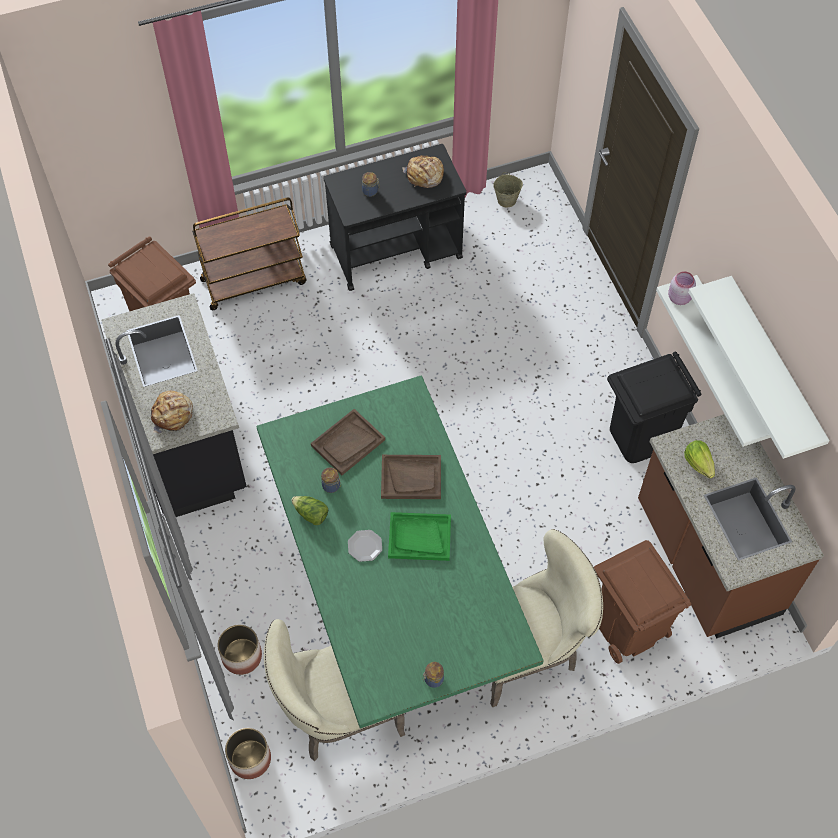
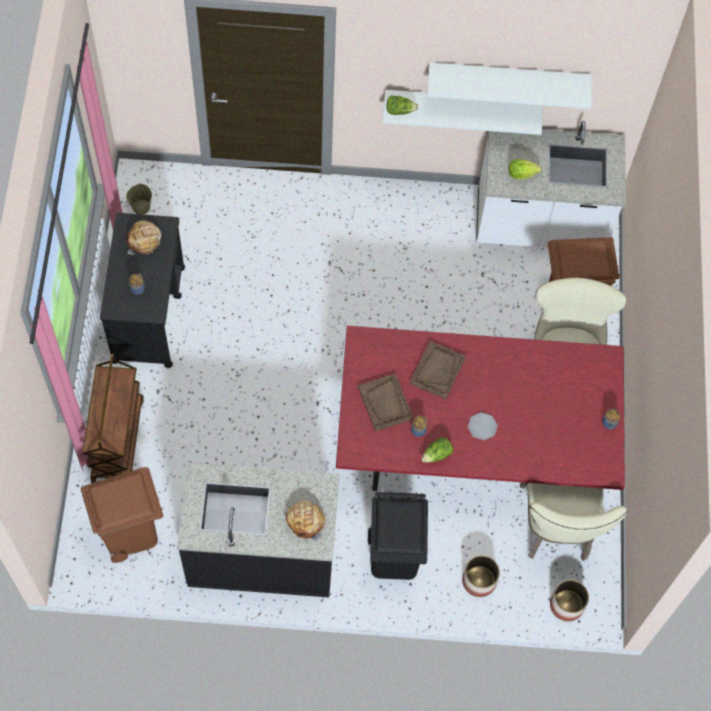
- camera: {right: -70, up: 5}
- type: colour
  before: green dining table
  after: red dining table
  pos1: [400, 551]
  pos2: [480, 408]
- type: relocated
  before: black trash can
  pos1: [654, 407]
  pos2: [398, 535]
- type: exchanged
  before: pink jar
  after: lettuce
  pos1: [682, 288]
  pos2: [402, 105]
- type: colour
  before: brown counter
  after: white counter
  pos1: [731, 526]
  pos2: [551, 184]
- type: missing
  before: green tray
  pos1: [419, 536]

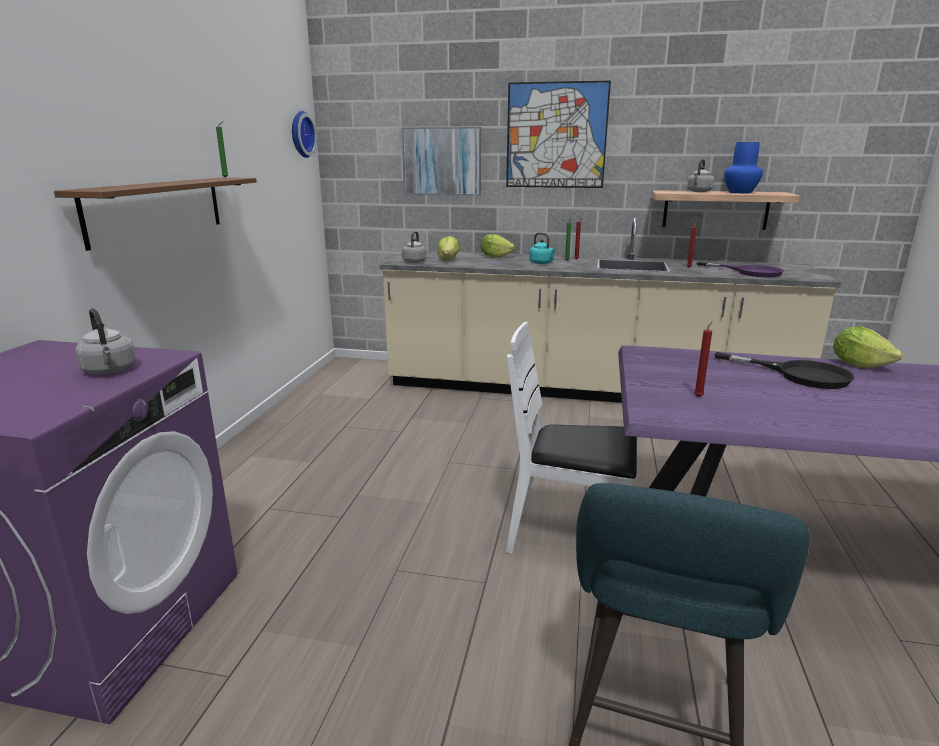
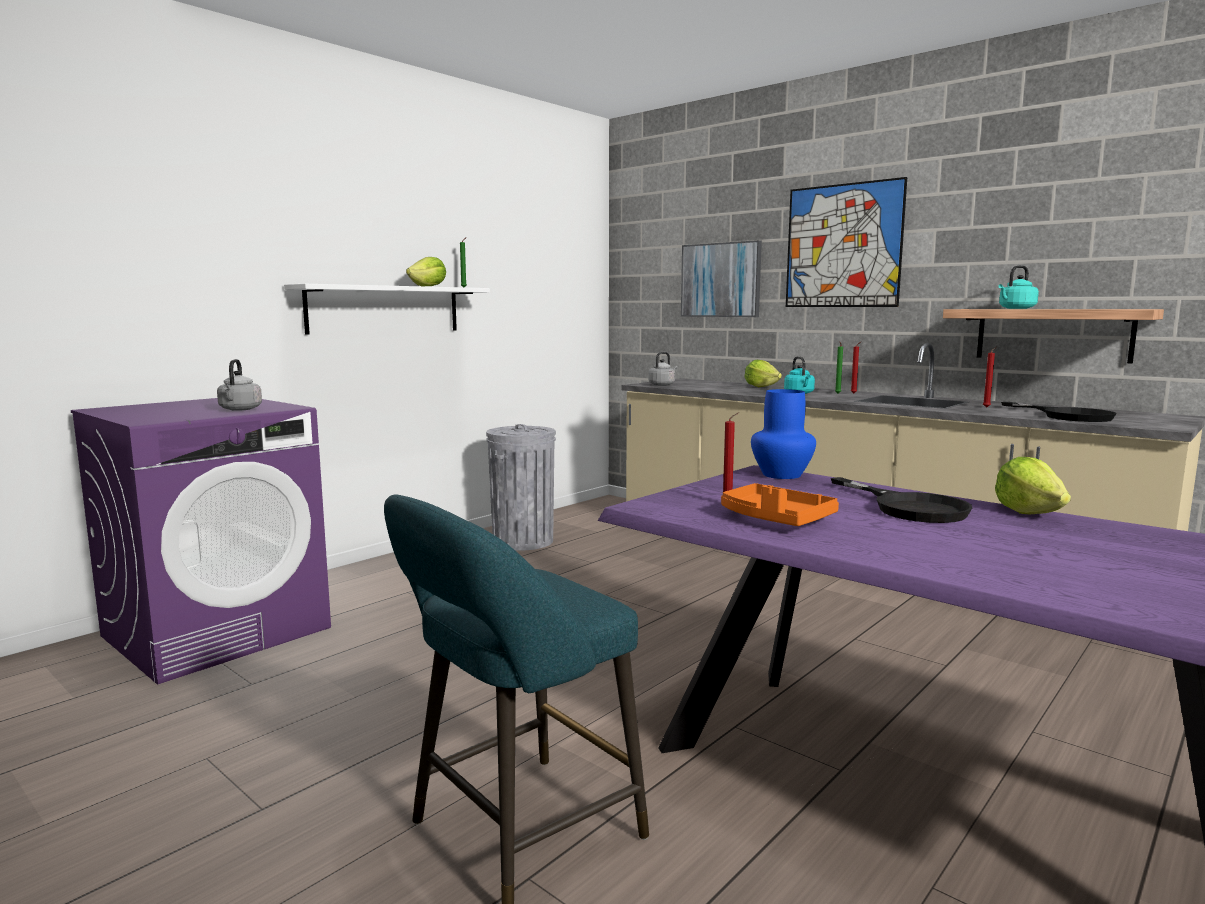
- camera: {right: 30, up: -10}
- type: colour
  before: brown shelf
  after: white shelf
  pos1: [155, 214]
  pos2: [387, 309]
- type: relocated
  before: lettuce
  pos1: [449, 248]
  pos2: [426, 272]
- type: appeared
  after: grey trash can
  pos2: [521, 487]
- type: appeared
  after: orange tray
  pos2: [780, 504]
- type: relocated
  before: blue vase
  pos1: [743, 167]
  pos2: [783, 434]
- type: colour
  before: grey kettle
  after: turquoise kettle
  pos1: [700, 175]
  pos2: [1018, 287]
- type: colour
  before: purple frying pan
  after: black frying pan
  pos1: [740, 269]
  pos2: [1059, 412]
- type: missing
  before: wall clock
  pos1: [304, 134]
- type: missing
  before: white chair
  pos1: [571, 438]

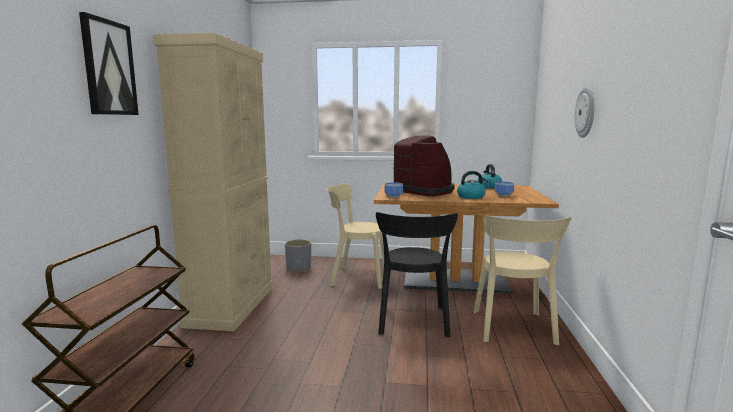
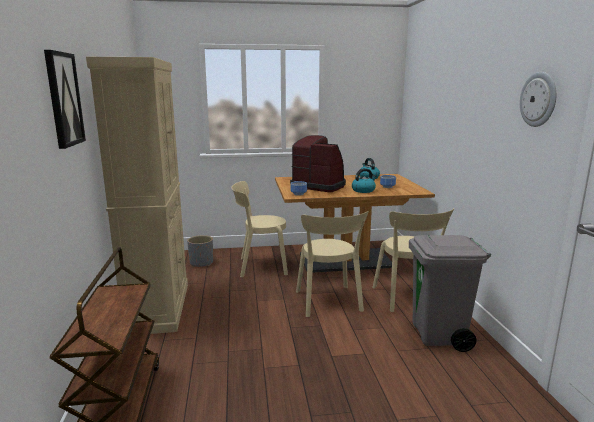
- camera: {right: -15, up: 5}
- type: colour
  before: black chair
  after: beige chair
  pos1: [417, 274]
  pos2: [332, 264]
- type: appeared
  after: grey trash can
  pos2: [450, 293]
- type: relocated
  before: wall clock
  pos1: [585, 112]
  pos2: [538, 99]

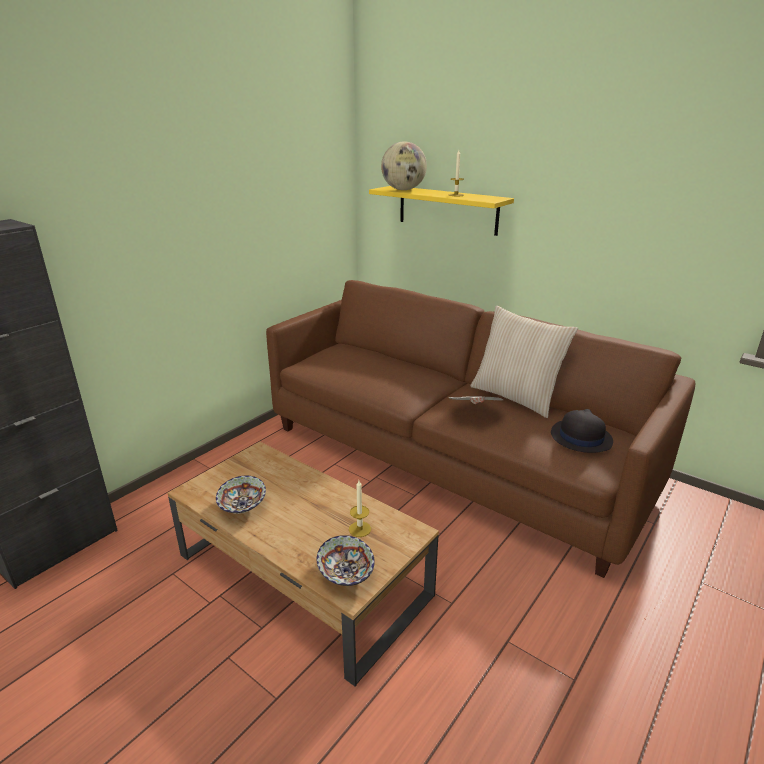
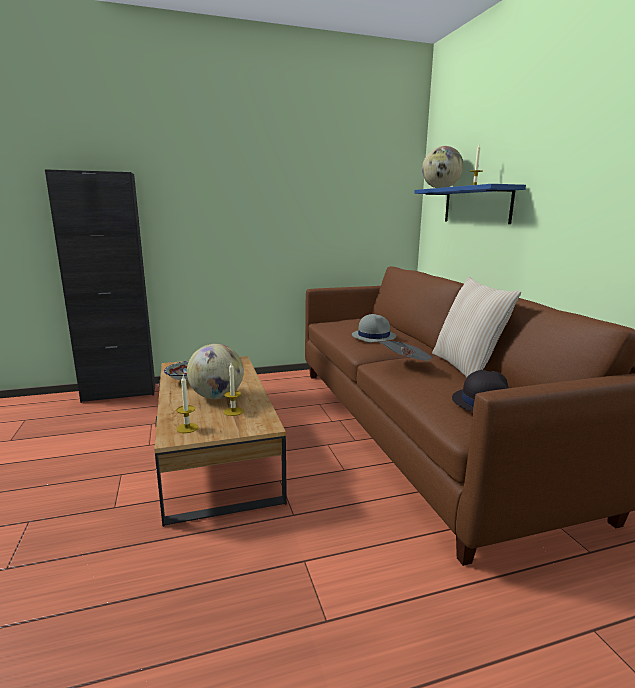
- camera: {right: 35, up: -10}
- type: exchanged
  before: bowl
  after: candle
  pos1: [346, 560]
  pos2: [187, 404]
- type: appeared
  after: globe
  pos2: [215, 371]
- type: appeared
  after: grey hat
  pos2: [374, 328]
- type: colour
  before: yellow shelf
  after: blue shelf
  pos1: [441, 211]
  pos2: [470, 204]

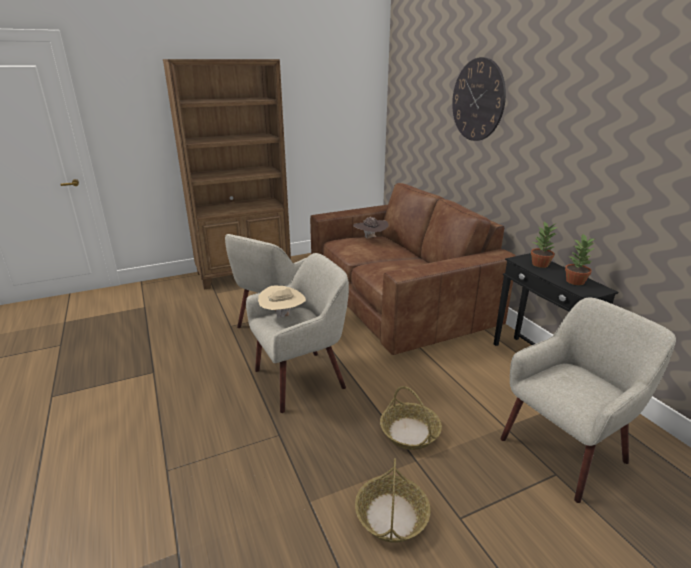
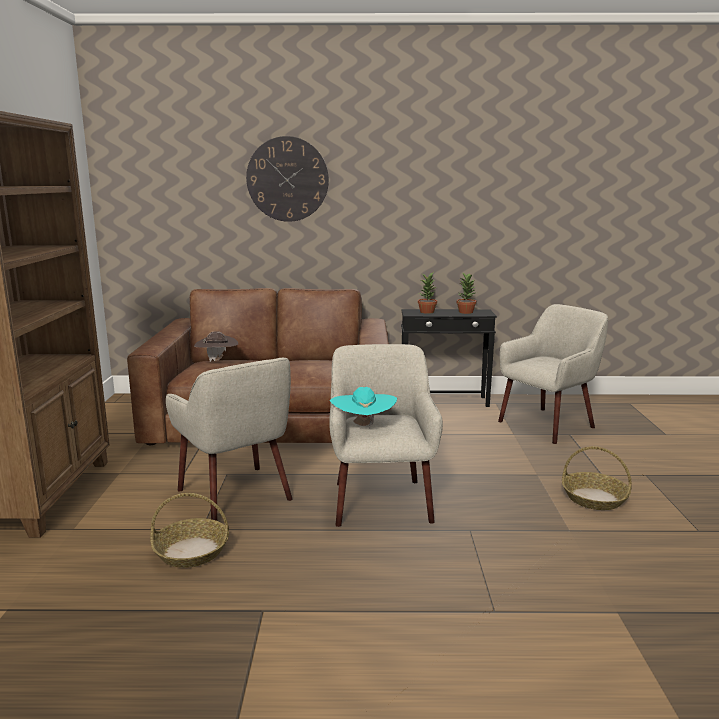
- camera: {right: -65, up: -10}
- type: relocated
  before: basket
  pos1: [411, 418]
  pos2: [189, 530]
- type: colour
  before: beige hat
  after: turquoise hat
  pos1: [282, 302]
  pos2: [363, 408]
- type: spun
  before: beige armchair
  pos1: [588, 400]
  pos2: [553, 374]
  turn: 60

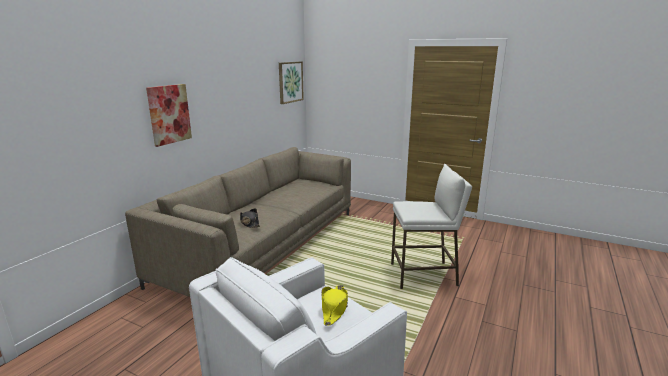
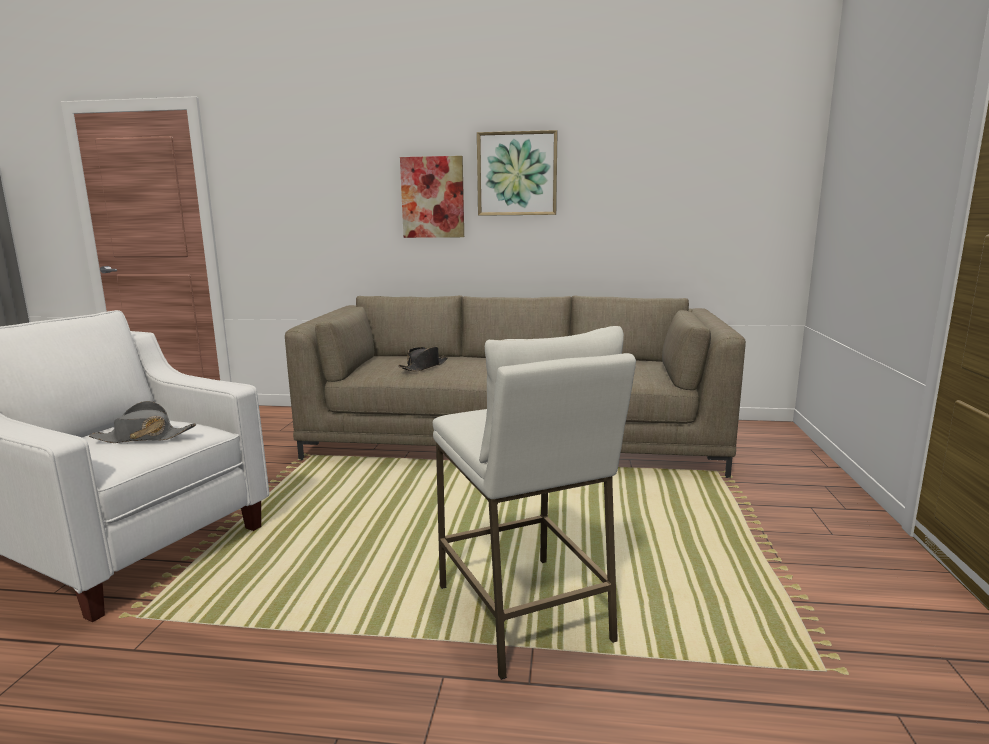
- camera: {right: 70, up: -5}
- type: colour
  before: yellow hat
  after: grey hat
  pos1: [334, 305]
  pos2: [142, 422]
- type: relocated
  before: picture
  pos1: [291, 82]
  pos2: [517, 173]

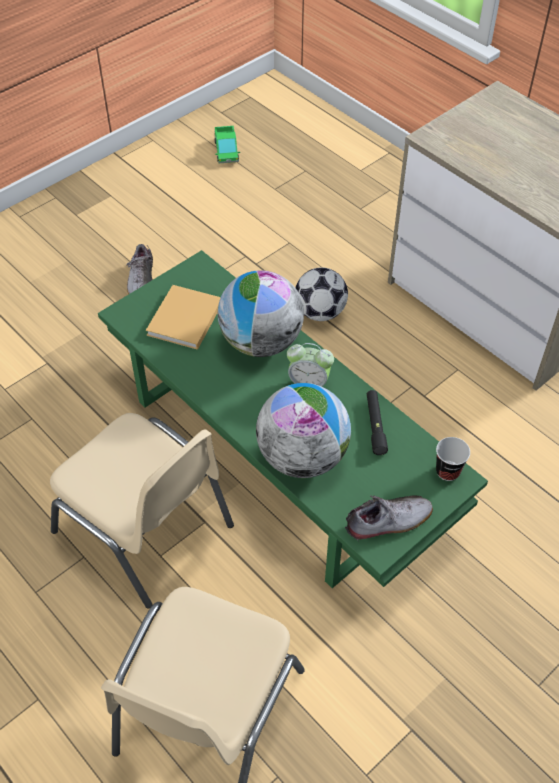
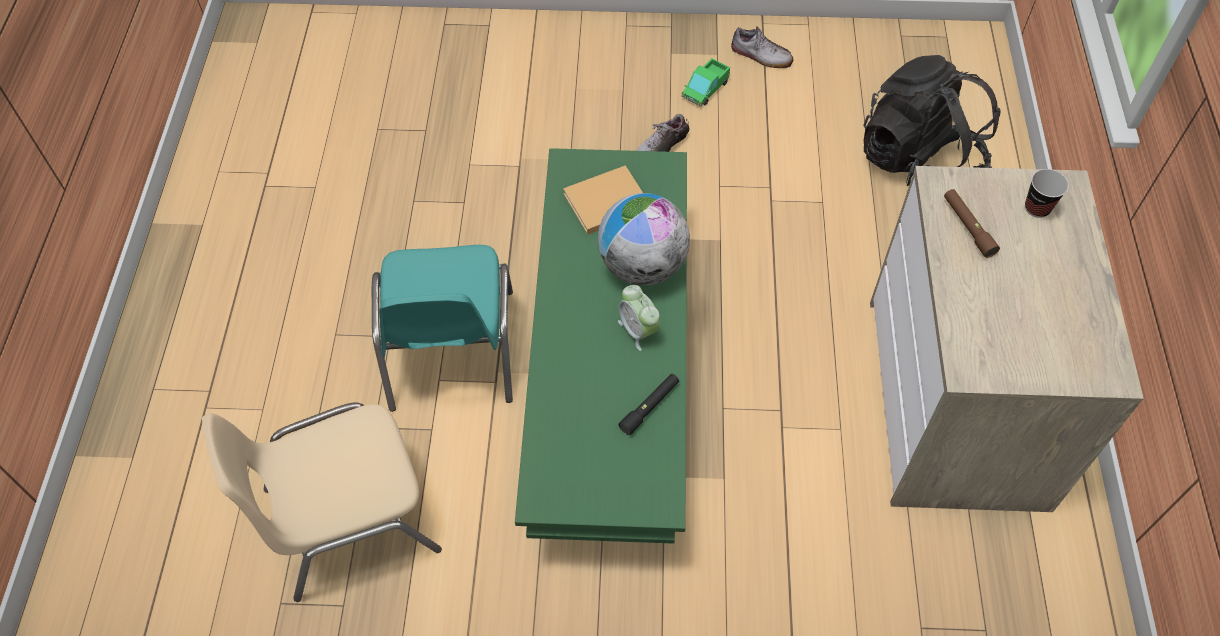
- camera: {right: 45, up: 5}
- type: colour
  before: beige chair
  after: turquoise chair
  pos1: [142, 511]
  pos2: [442, 328]
- type: relocated
  before: toy truck
  pos1: [227, 144]
  pos2: [705, 82]
- type: relocated
  before: shoe
  pos1: [389, 516]
  pos2: [762, 47]
- type: appeared
  after: black backpack
  pos2: [932, 120]
- type: appeared
  after: brown flashlight
  pos2: [972, 223]
- type: relocated
  before: cup
  pos1: [453, 459]
  pos2: [1047, 193]
- type: missing
  before: globe
  pos1: [303, 430]
- type: missing
  before: football
  pos1: [321, 294]

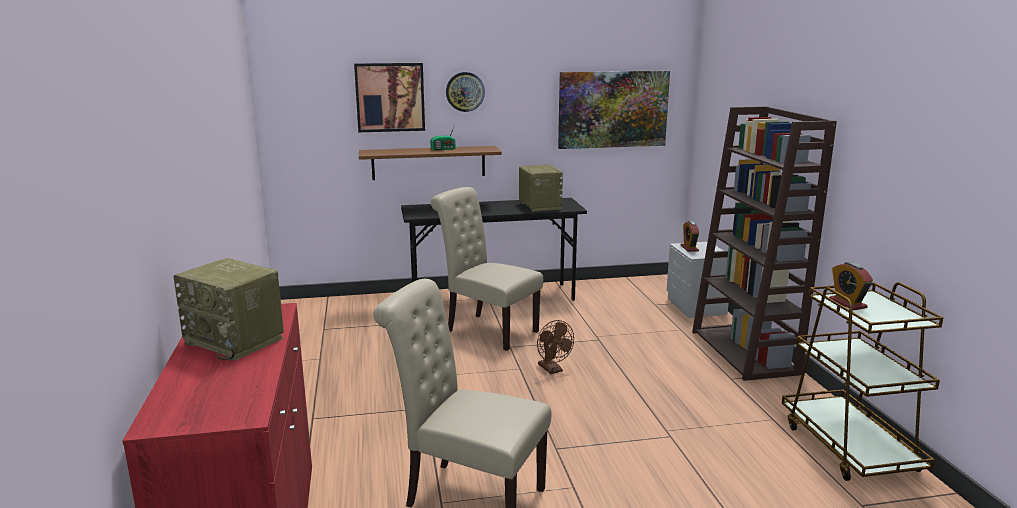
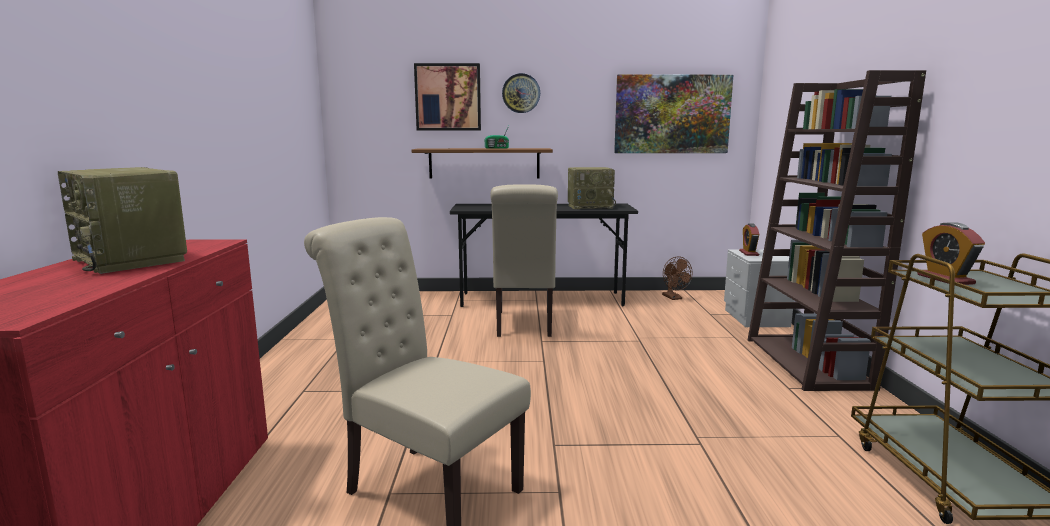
- camera: {right: 10, up: -5}
- type: spun
  before: beige chair
  pos1: [487, 269]
  pos2: [524, 260]
  turn: -135
- type: spun
  before: radio
  pos1: [541, 188]
  pos2: [592, 188]
  turn: 90
- type: relocated
  before: brown fan
  pos1: [555, 347]
  pos2: [677, 278]

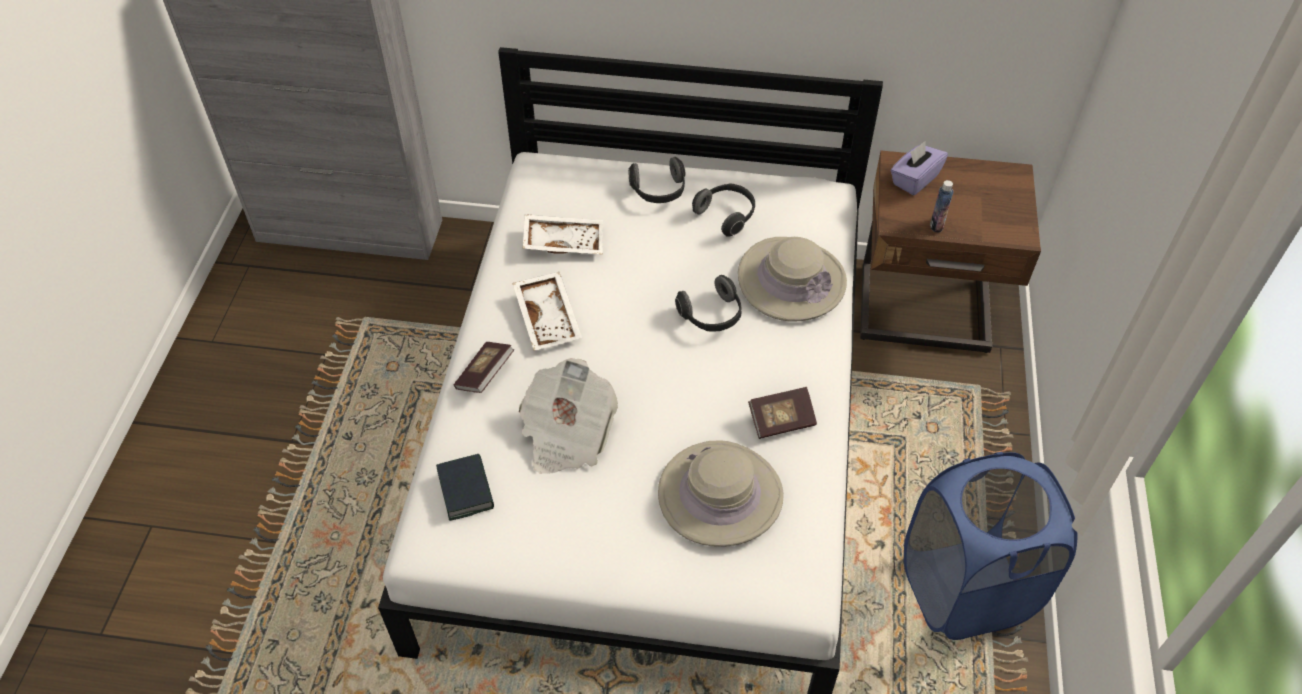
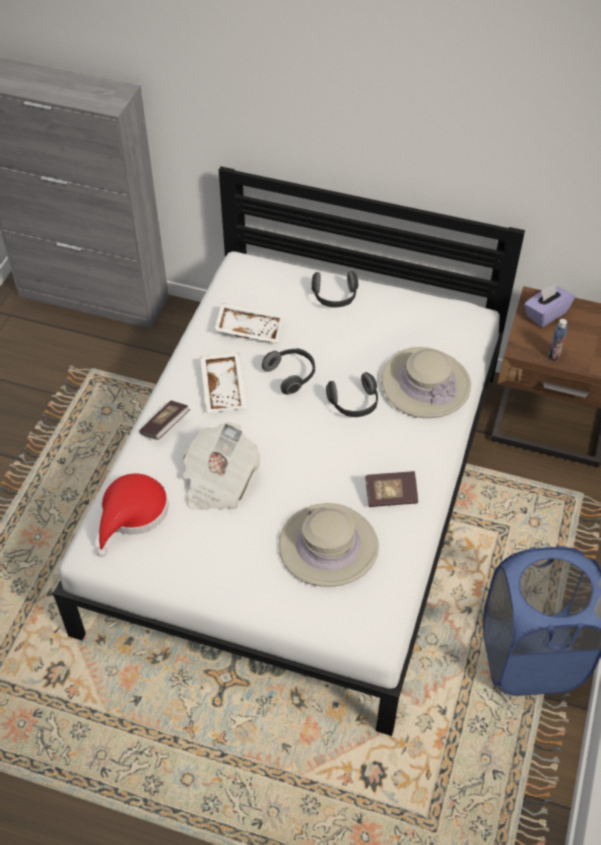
- camera: {right: 10, up: 0}
- type: exchanged
  before: book
  after: red hat
  pos1: [465, 487]
  pos2: [133, 515]
- type: relocated
  before: headphones
  pos1: [723, 210]
  pos2: [288, 371]

